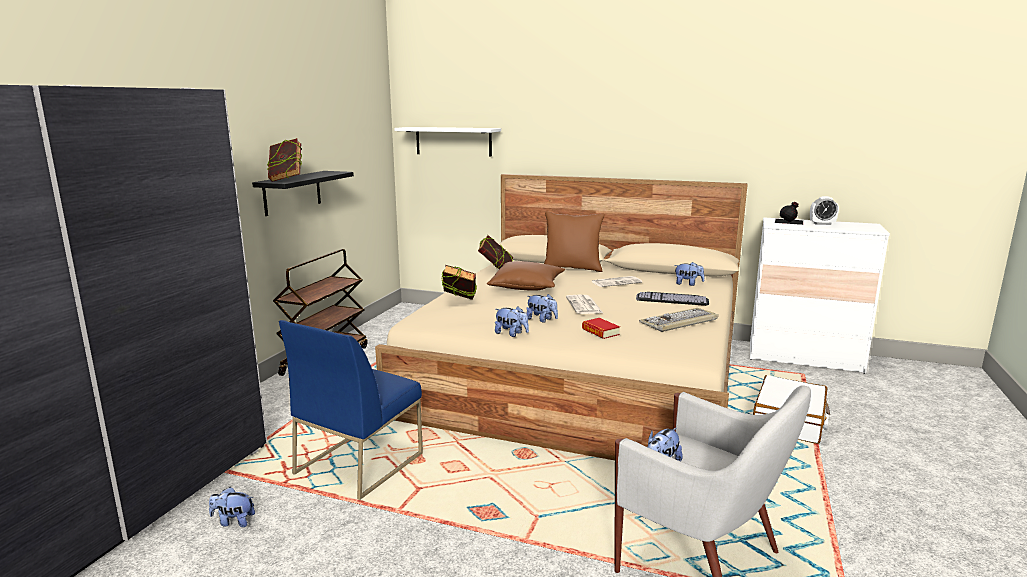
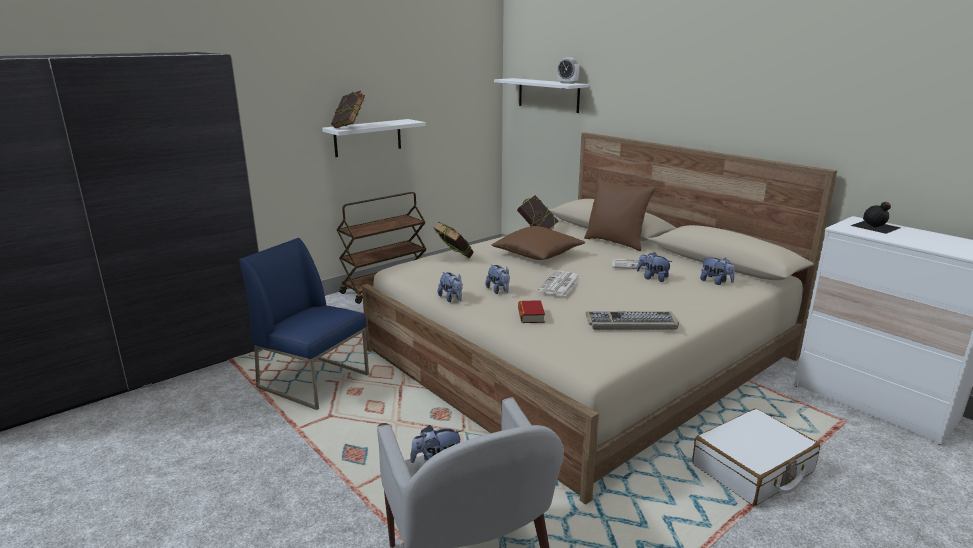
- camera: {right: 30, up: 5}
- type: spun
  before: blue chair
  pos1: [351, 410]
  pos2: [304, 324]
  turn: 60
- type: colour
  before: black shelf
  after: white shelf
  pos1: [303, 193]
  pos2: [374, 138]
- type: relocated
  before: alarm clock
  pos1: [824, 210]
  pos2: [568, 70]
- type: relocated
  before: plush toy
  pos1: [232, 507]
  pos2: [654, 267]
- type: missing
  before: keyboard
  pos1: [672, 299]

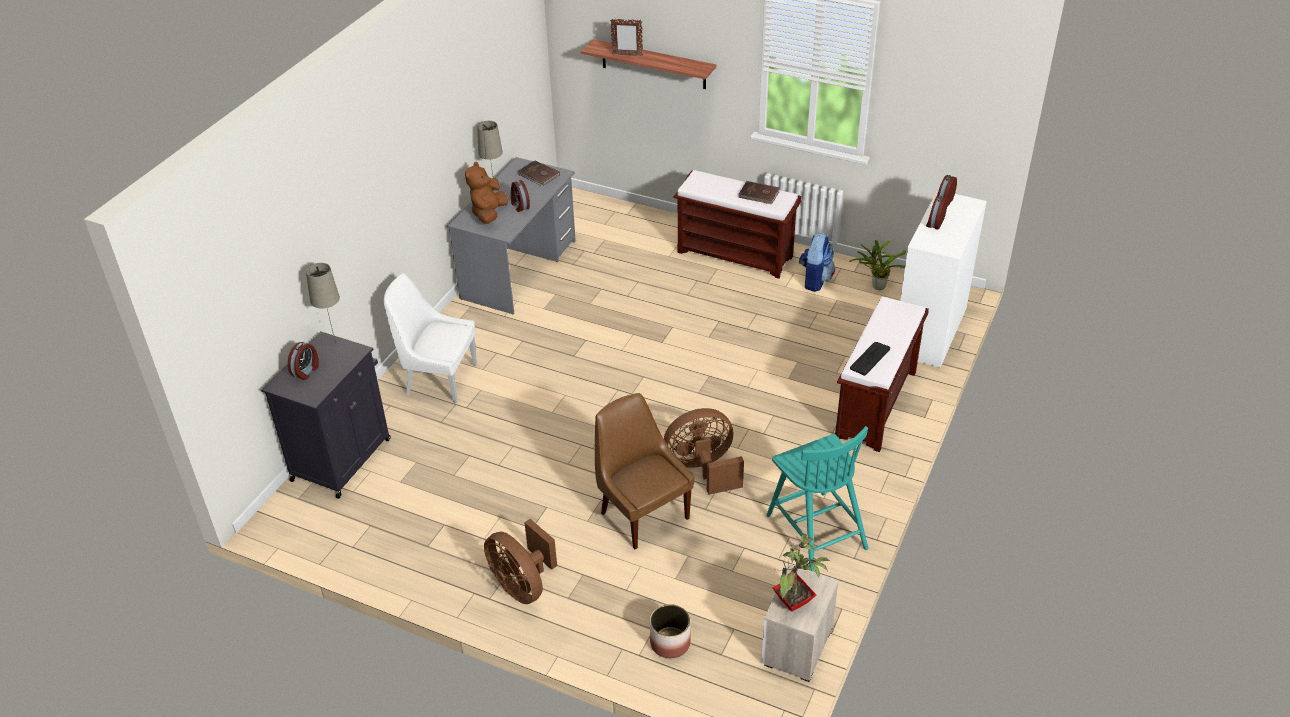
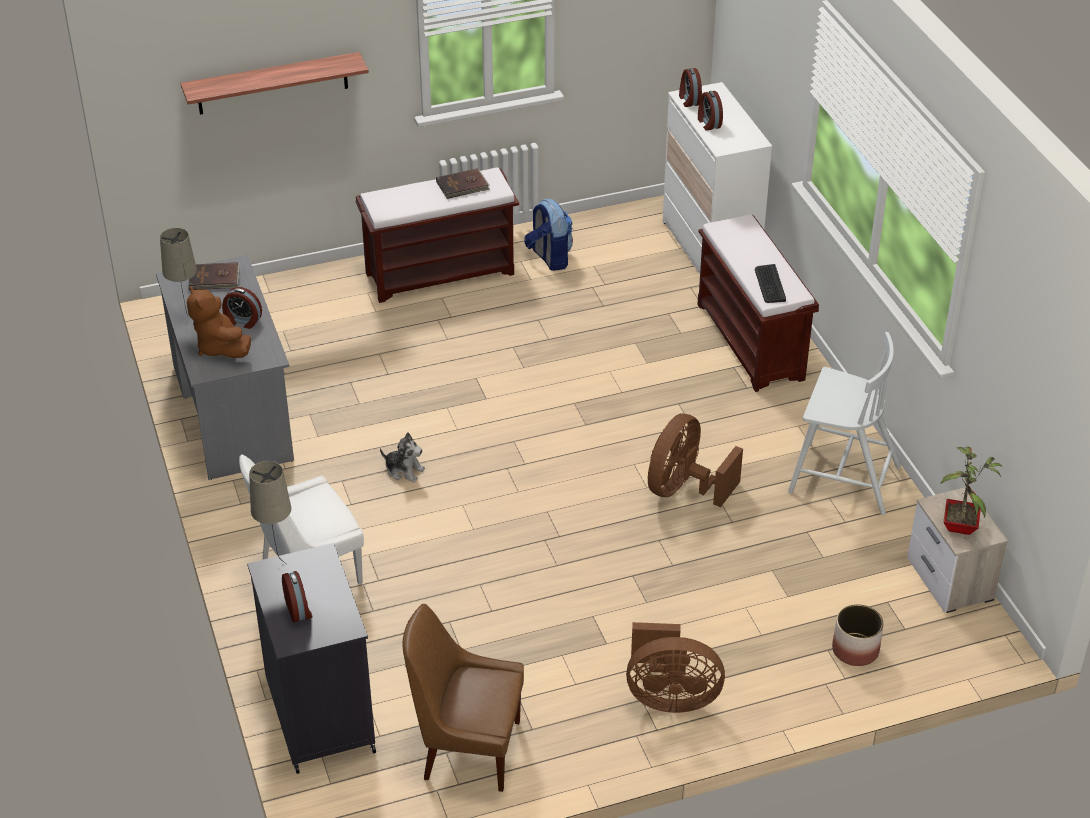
- camera: {right: -45, up: 0}
- type: appeared
  after: plush toy
  pos2: [402, 457]
- type: relocated
  before: brown chair
  pos1: [645, 471]
  pos2: [463, 698]
- type: colour
  before: turquoise chair
  after: white chair
  pos1: [817, 499]
  pos2: [844, 423]
- type: missing
  before: picture frame
  pos1: [626, 37]
- type: missing
  before: potted plant
  pos1: [877, 265]

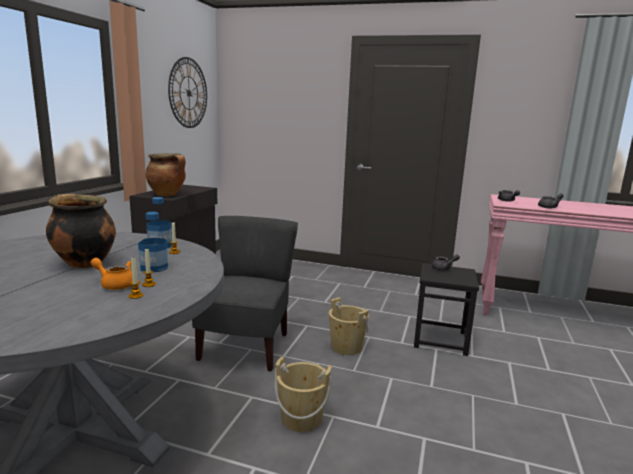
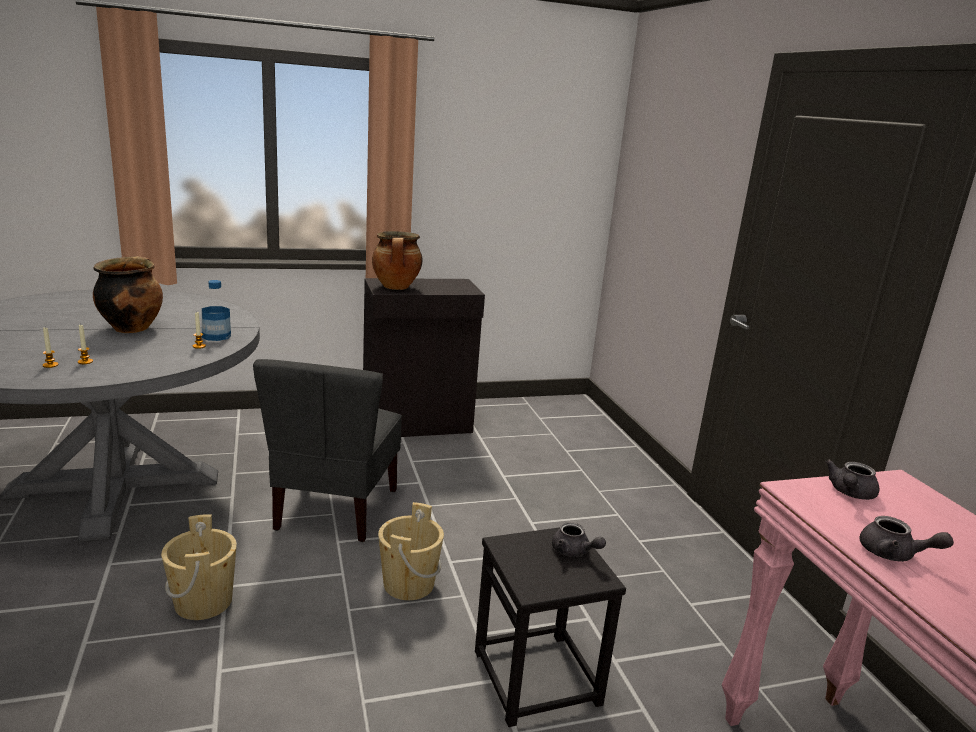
- camera: {right: 55, up: 5}
- type: spun
  before: grey chair
  pos1: [245, 293]
  pos2: [327, 450]
  turn: 120
- type: missing
  before: orange teapot
  pos1: [111, 274]
- type: missing
  before: bottle
  pos1: [153, 242]
- type: missing
  before: wall clock
  pos1: [187, 92]

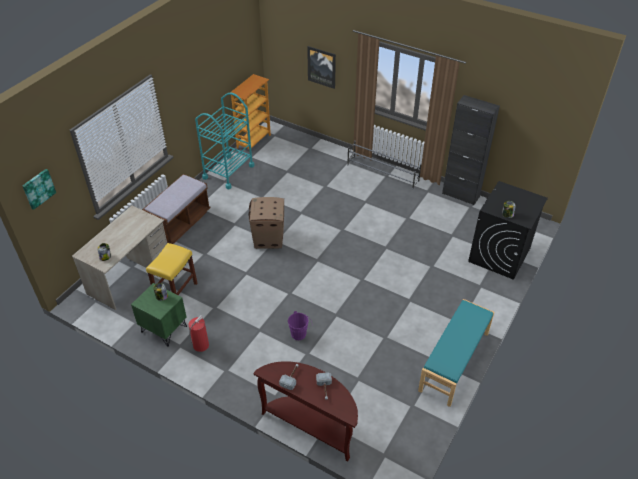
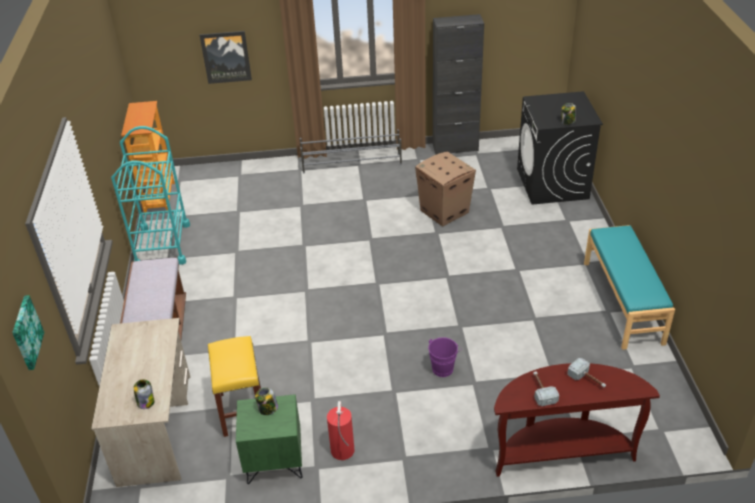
- camera: {right: -35, up: -5}
- type: relocated
  before: cardboard box
  pos1: [266, 223]
  pos2: [445, 188]

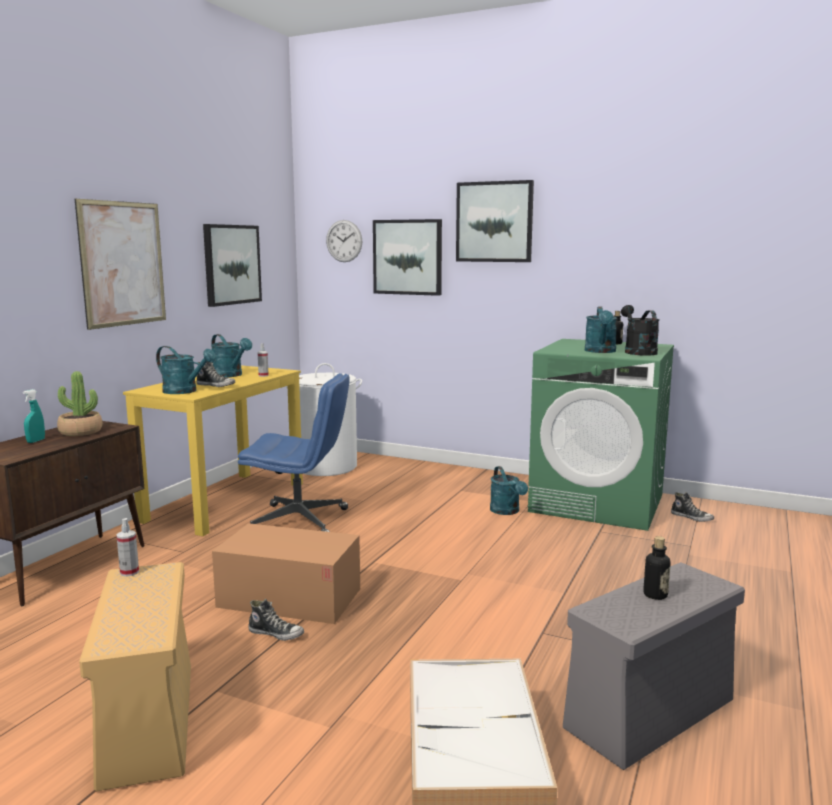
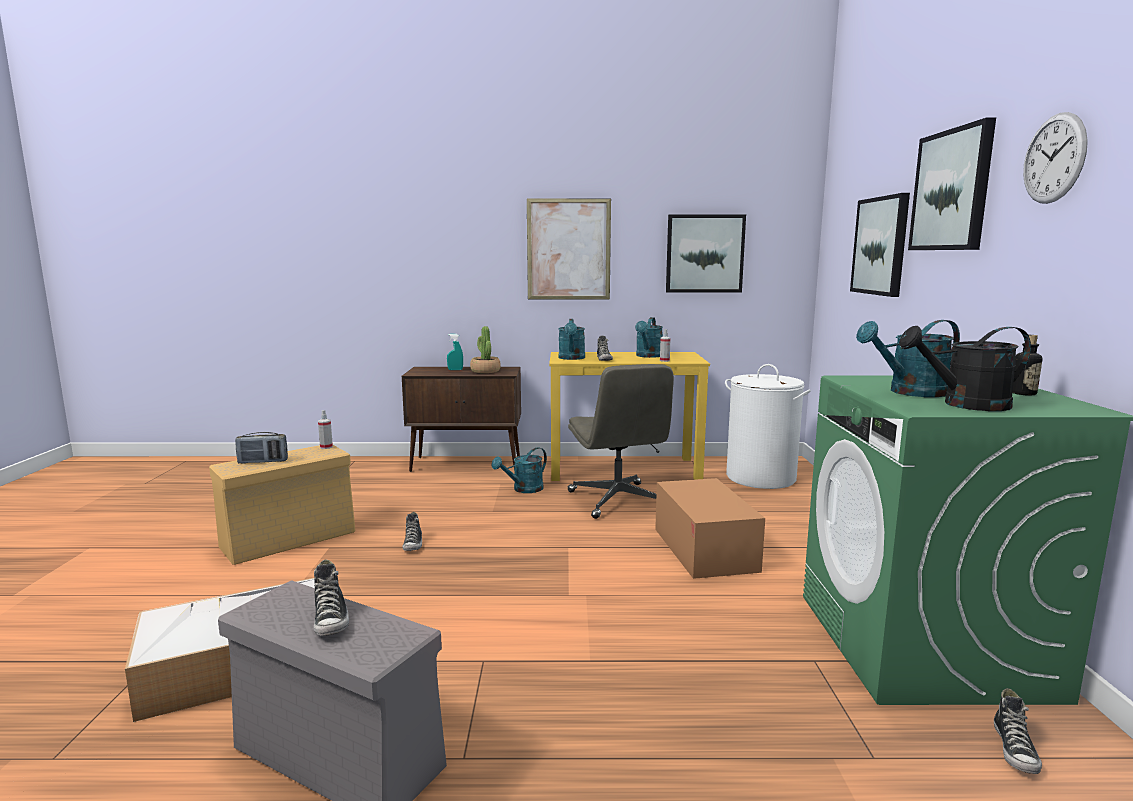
- camera: {right: 65, up: 0}
- type: appeared
  after: radio
  pos2: [261, 448]
- type: exchanged
  before: bottle
  after: shoe
  pos1: [657, 568]
  pos2: [331, 597]
- type: relocated
  before: turquoise watering can
  pos1: [509, 490]
  pos2: [519, 470]
- type: colour
  before: blue office chair
  after: grey office chair
  pos1: [293, 452]
  pos2: [620, 441]
- type: relocated
  before: cardboard box
  pos1: [286, 573]
  pos2: [710, 528]
- type: spun
  before: black watering can
  pos1: [640, 330]
  pos2: [965, 368]
  turn: -150
- type: relocated
  before: wall clock
  pos1: [344, 241]
  pos2: [1055, 158]

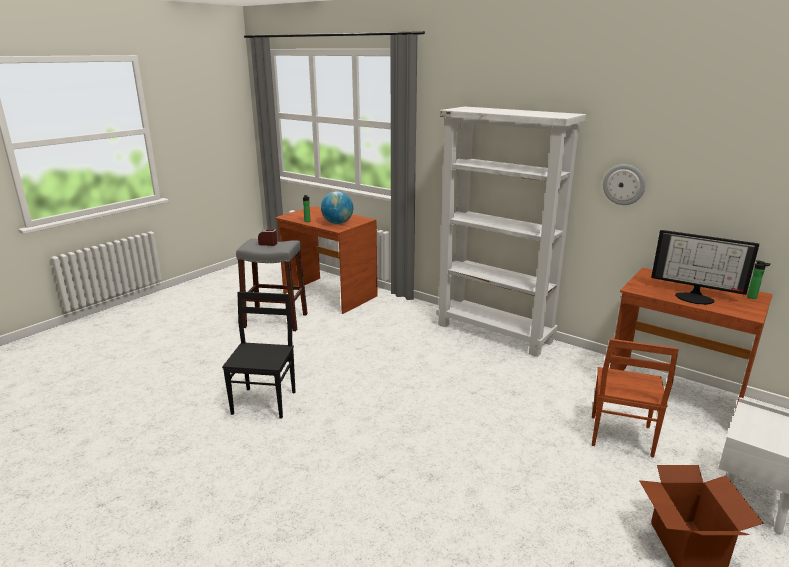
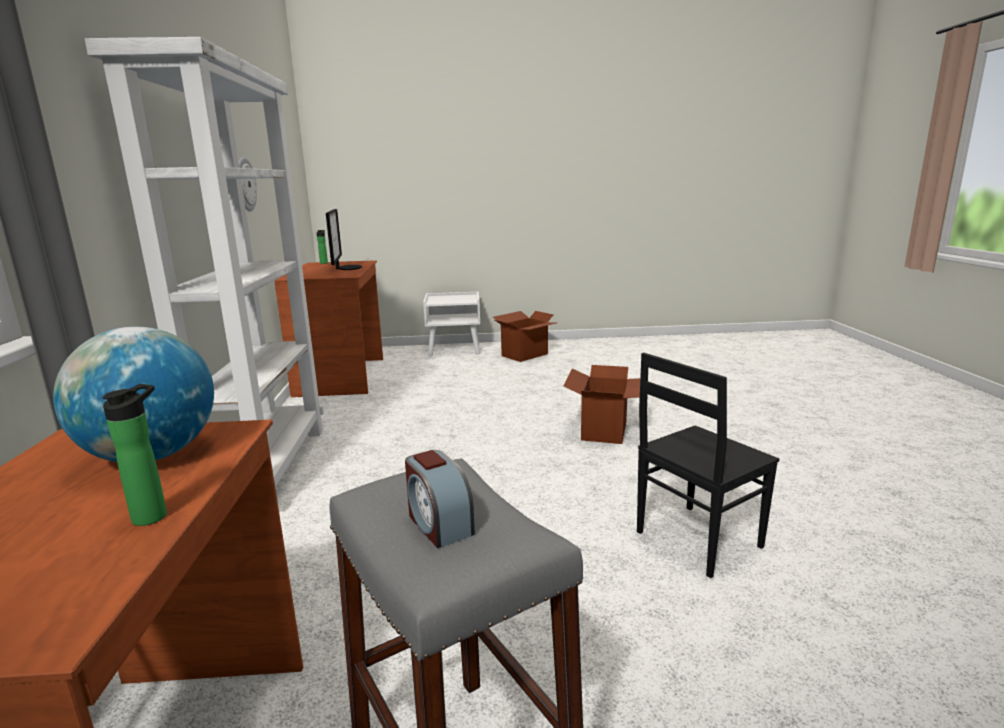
- camera: {right: -130, up: -5}
- type: appeared
  after: cardboard box
  pos2: [601, 404]
- type: missing
  before: brown chair
  pos1: [635, 398]

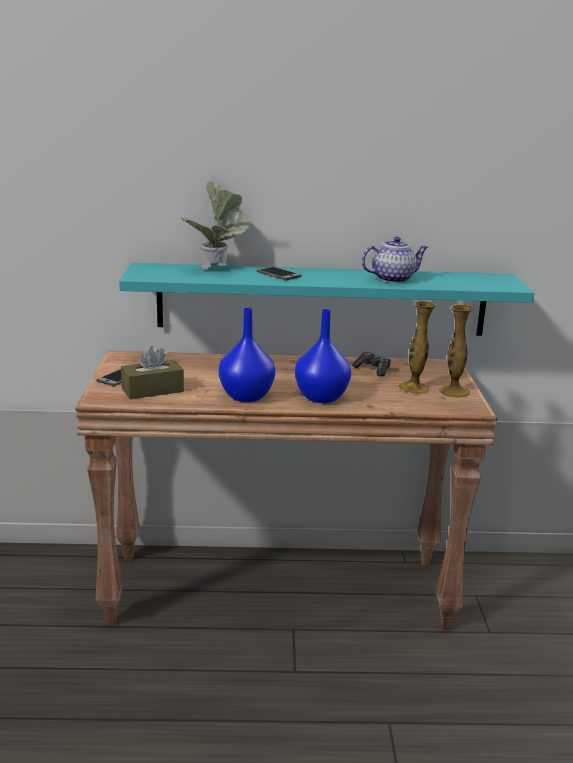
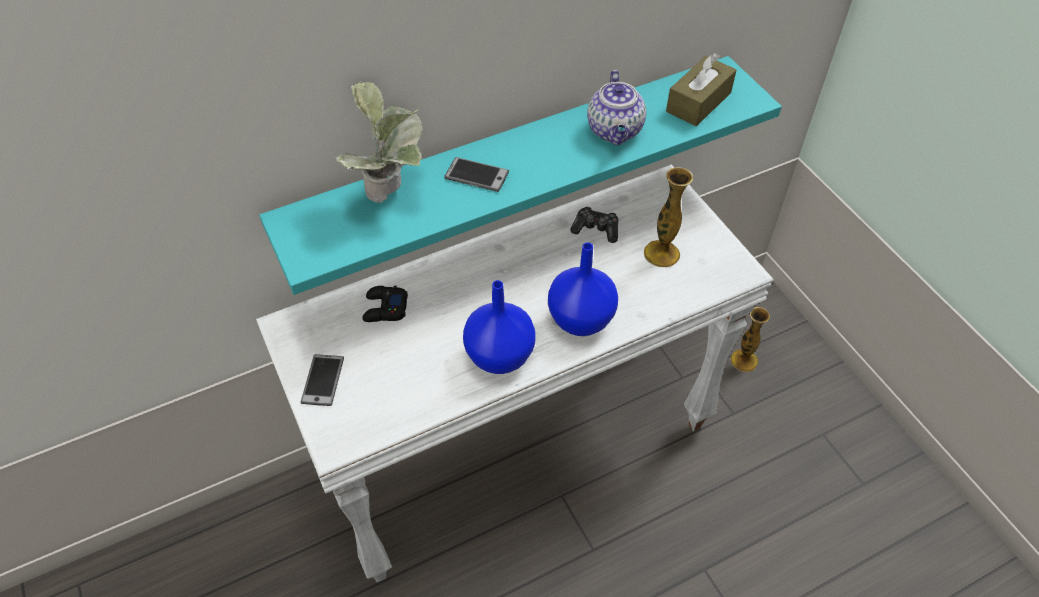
- camera: {right: -25, up: 30}
- type: colour
  before: brown console table
  after: white console table
  pos1: [286, 491]
  pos2: [515, 373]
- type: appeared
  after: black game controller
  pos2: [385, 303]
- type: spun
  before: teapot
  pos1: [394, 259]
  pos2: [616, 107]
  turn: 135
- type: relocated
  before: brown tissue box
  pos1: [152, 372]
  pos2: [701, 89]
- type: relocated
  before: vase
  pos1: [456, 351]
  pos2: [750, 339]

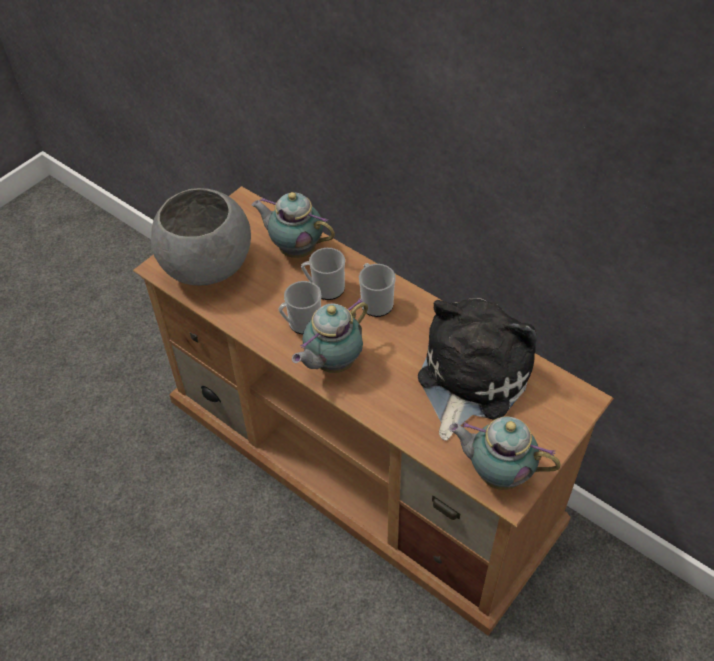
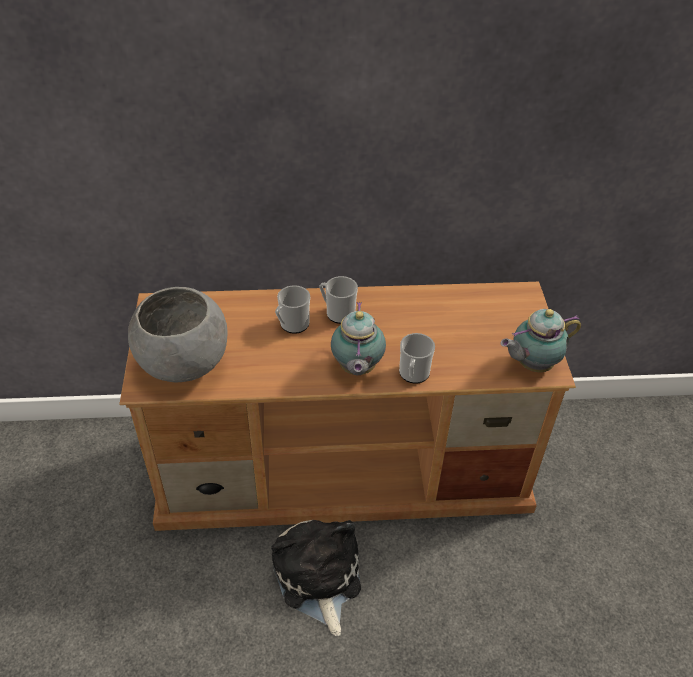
- camera: {right: -45, up: -5}
- type: relocated
  before: plush toy
  pos1: [477, 369]
  pos2: [316, 578]
- type: relocated
  before: mug
  pos1: [300, 308]
  pos2: [417, 358]
- type: missing
  before: teapot
  pos1: [293, 225]

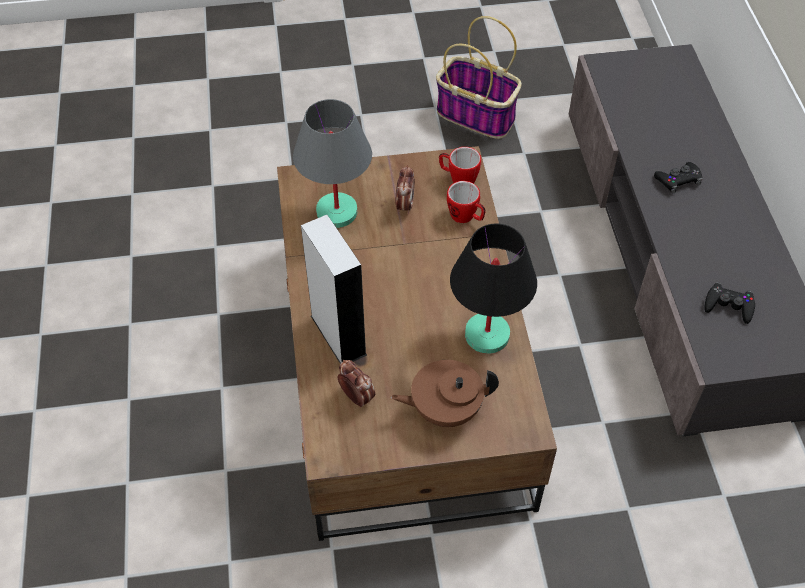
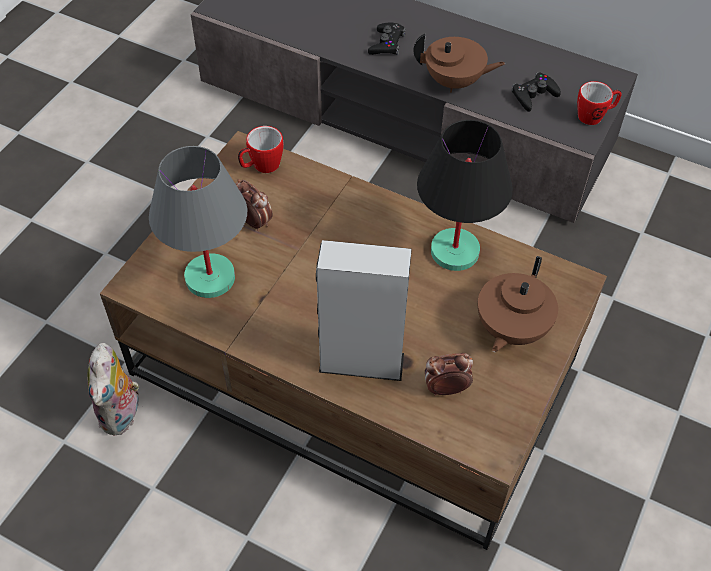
- camera: {right: -55, up: 0}
- type: appeared
  after: plush toy
  pos2: [113, 389]
- type: appeared
  after: brown teapot
  pos2: [459, 63]
- type: relocated
  before: mug
  pos1: [466, 202]
  pos2: [599, 103]
- type: missing
  before: basket
  pos1: [478, 77]

